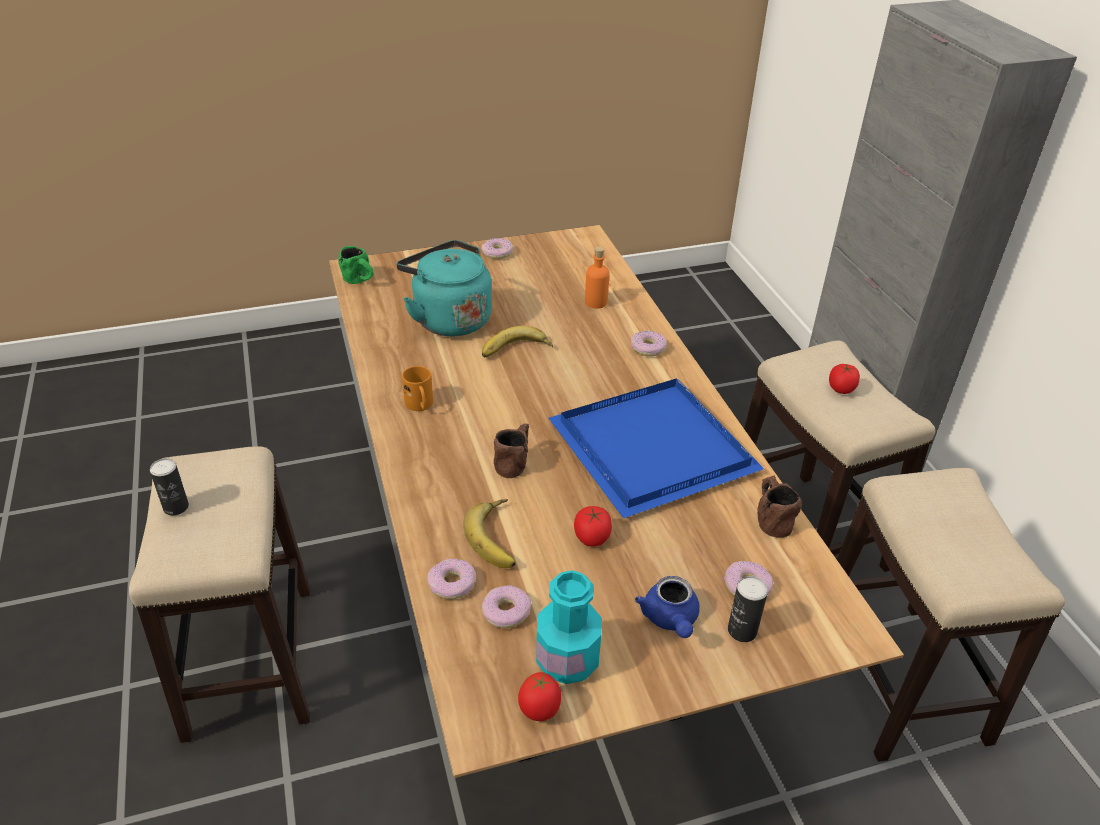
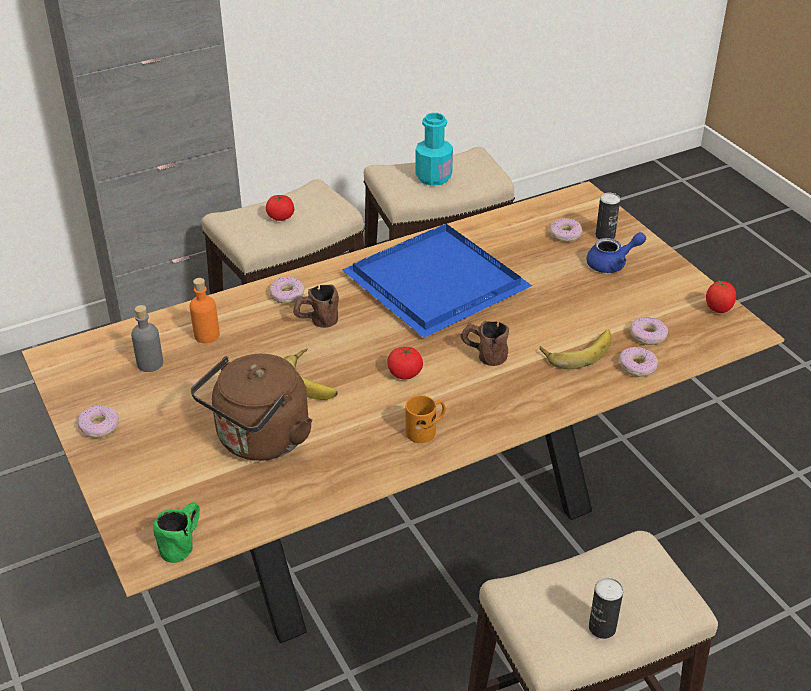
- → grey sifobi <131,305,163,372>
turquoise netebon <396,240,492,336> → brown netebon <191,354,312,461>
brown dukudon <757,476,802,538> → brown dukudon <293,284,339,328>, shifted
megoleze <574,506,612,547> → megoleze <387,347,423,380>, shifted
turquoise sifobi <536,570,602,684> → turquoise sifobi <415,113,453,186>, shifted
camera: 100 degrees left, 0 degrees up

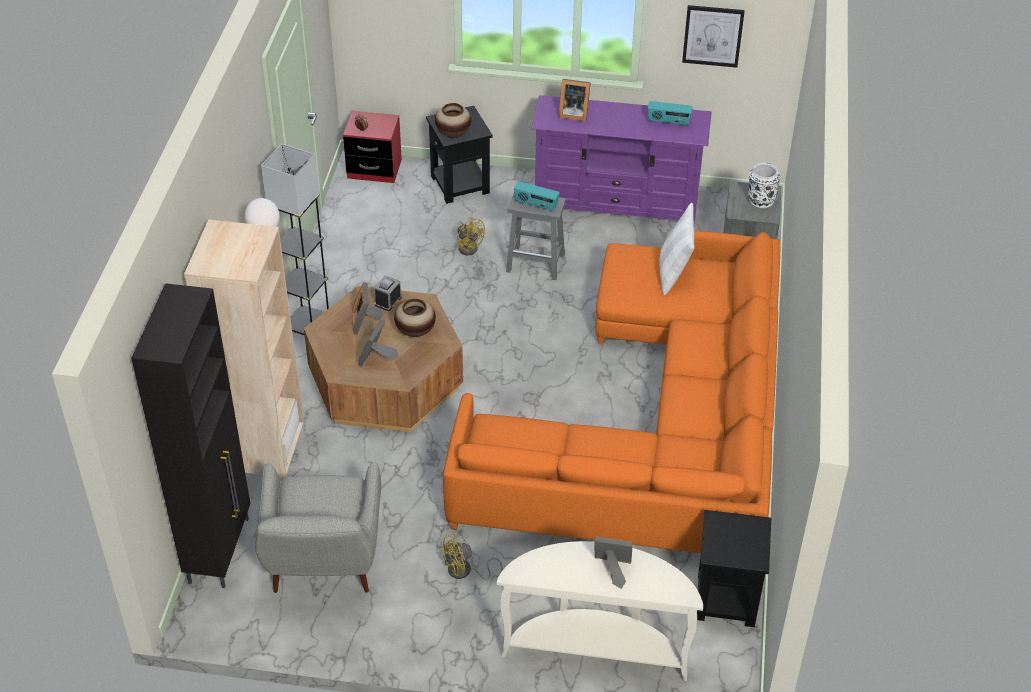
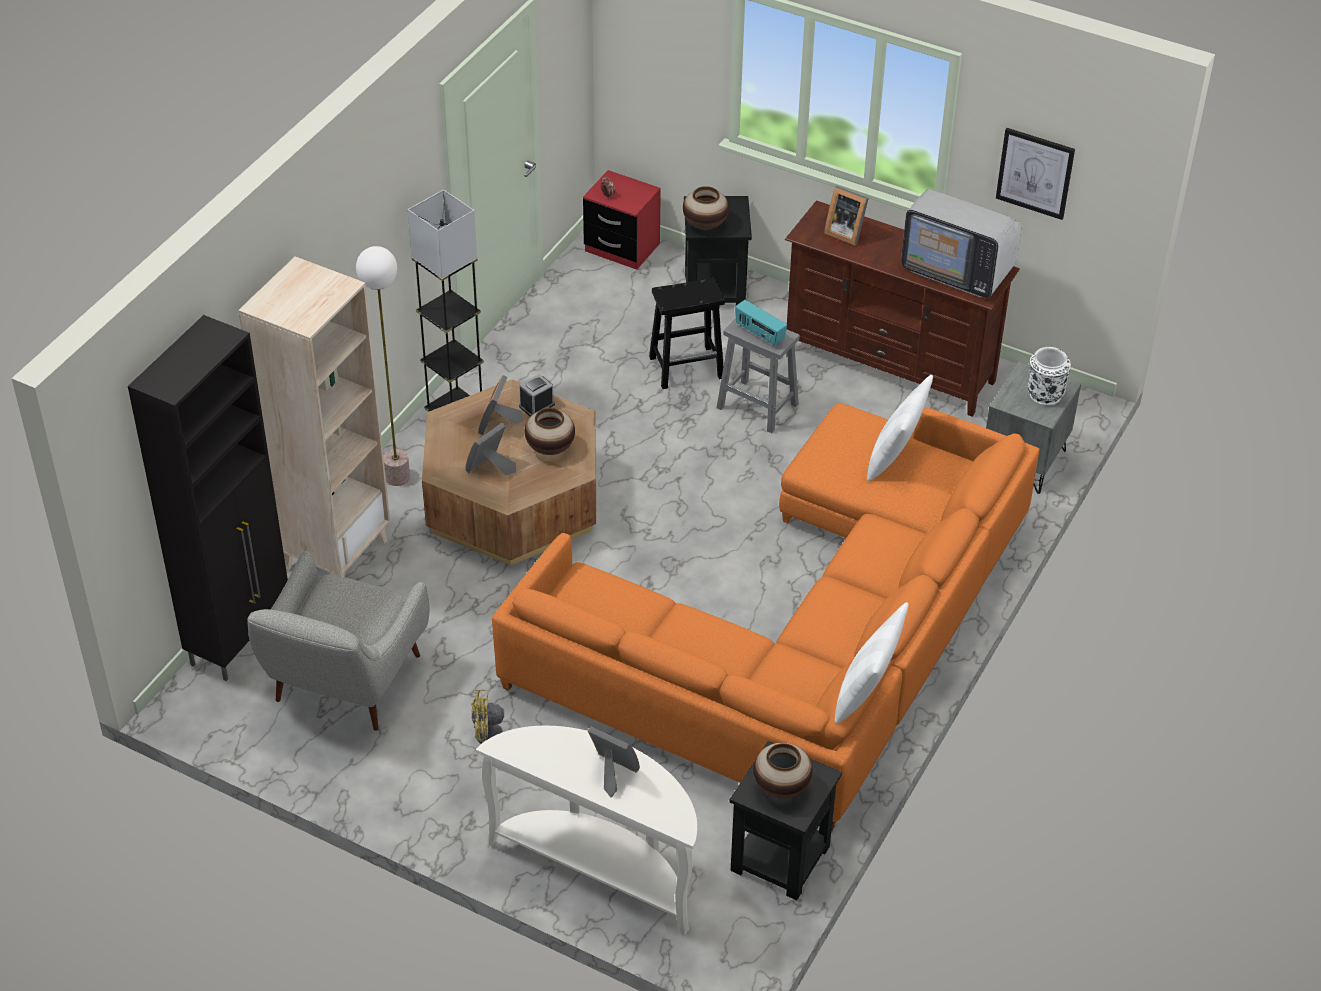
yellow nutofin <456,217,485,255> → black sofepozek <649,278,725,389>
- → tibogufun <753,743,813,799>
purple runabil <531,95,711,224> → brown runabil <785,200,1020,417>
- → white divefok <835,602,909,724>
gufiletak <648,101,693,126> → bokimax <901,189,1022,298>
camera: 20 degrees right, 0 degrees up

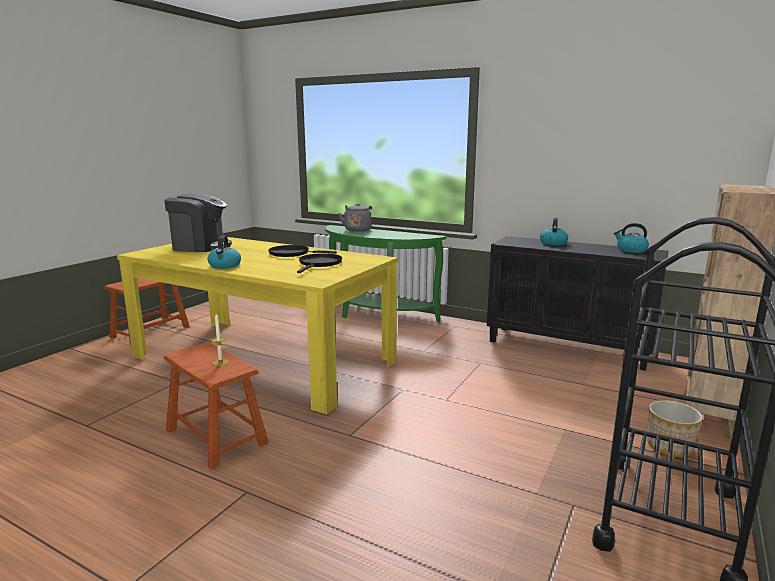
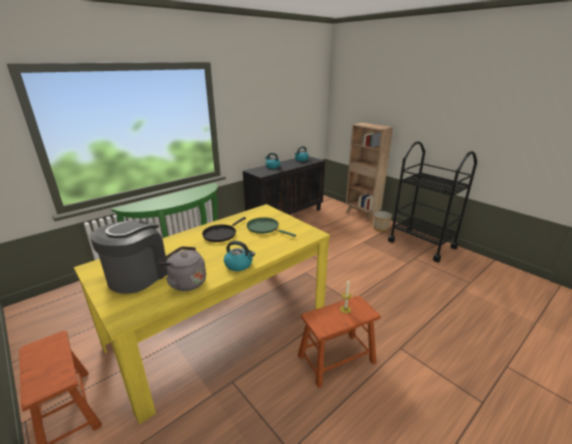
grey netebon <338,204,372,232> → grey netebon <157,247,206,291>, shifted
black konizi <297,253,342,273> → green konizi <247,217,296,237>
camera: 70 degrees left, 10 degrees up

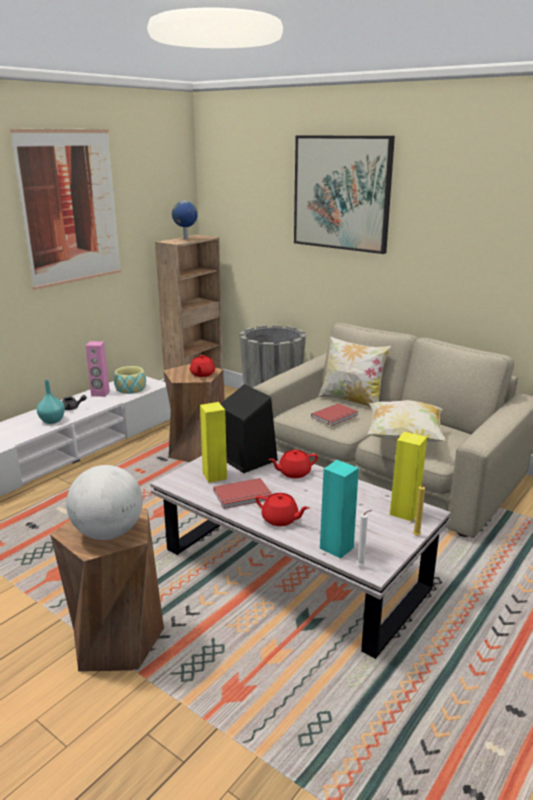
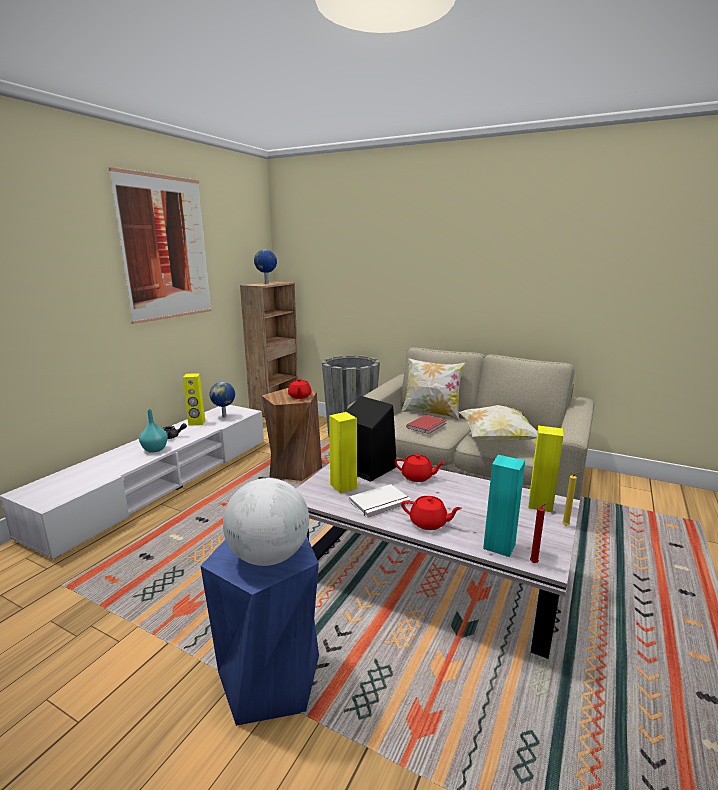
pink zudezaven <85,341,110,397> → yellow zudezaven <183,373,205,426>
brown sofepozek <50,508,164,672> → blue sofepozek <201,535,319,726>
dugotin <114,366,146,394> → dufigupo <210,382,235,418>
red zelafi <213,478,272,509> → white zelafi <349,484,411,518>
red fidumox <269,450,318,478> → red fidumox <394,454,444,482>, 135 degrees counterclockwise
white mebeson <357,510,372,566> → red mebeson <530,502,549,563>
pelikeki <294,135,395,254> → -
camera: 10 degrees left, 5 degrees down

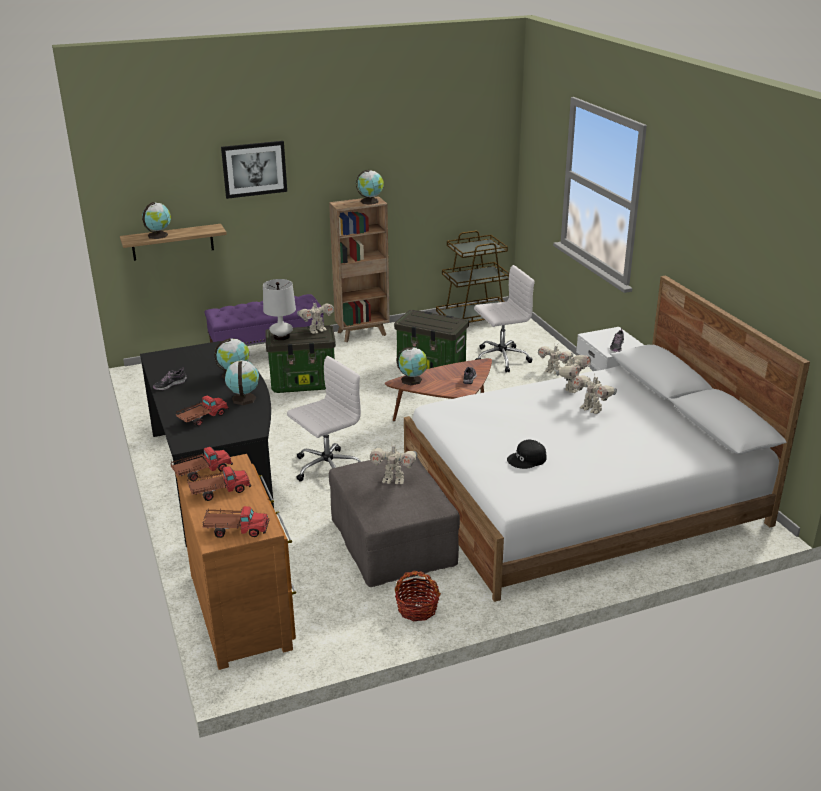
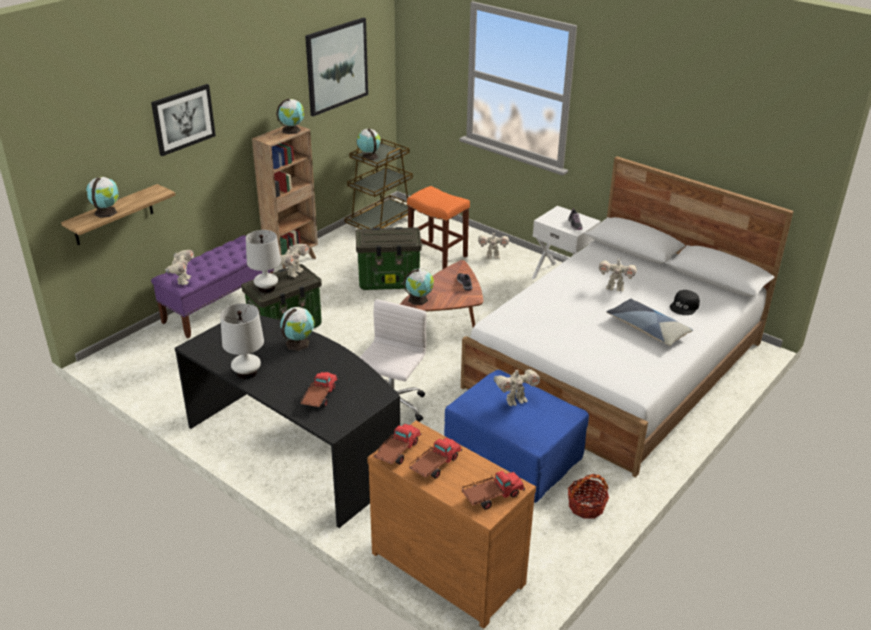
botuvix <555,353,591,393> → botuvix <165,250,194,285>, shifted
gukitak <153,368,187,390> → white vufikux <220,303,264,379>
- → pelikeki <305,18,368,117>
dufigupo <225,360,259,405> → dufigupo <357,129,381,160>, shifted
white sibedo <474,265,535,372> → orange sofepozek <407,186,470,269>
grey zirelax <329,457,460,587> → blue zirelax <444,370,589,503>
- → divefok <606,299,693,346>
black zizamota <507,440,547,469> → black zizamota <670,290,700,315>, shifted
camera: 30 degrees left, 5 degrees up

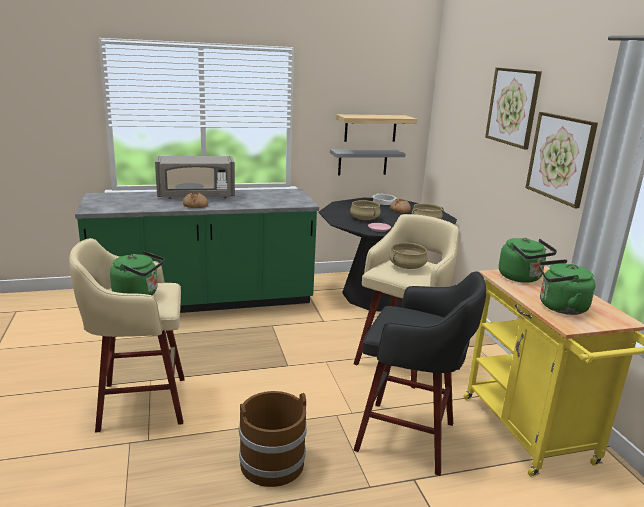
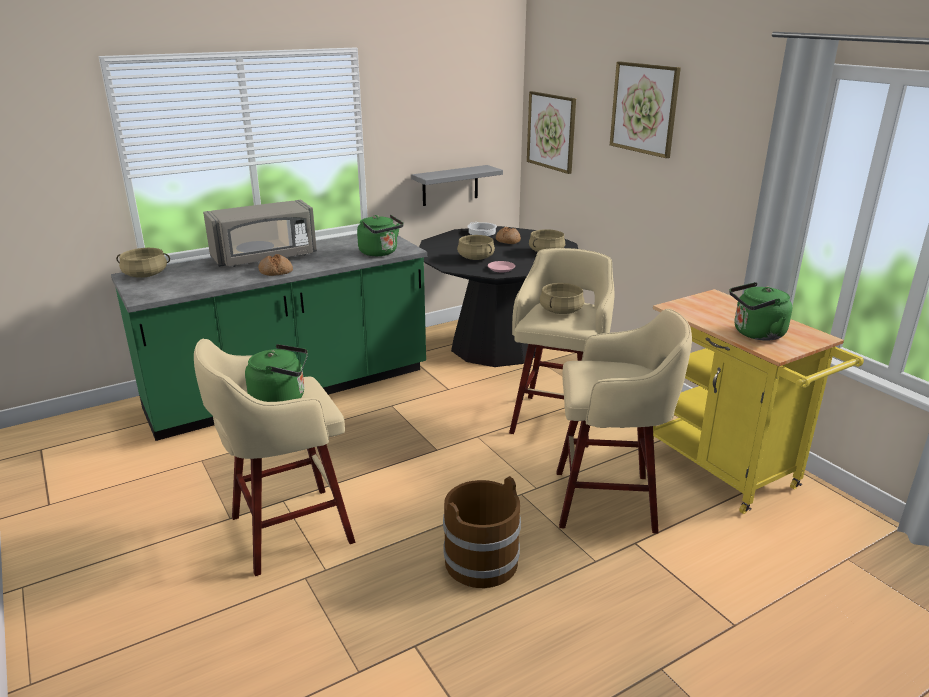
- → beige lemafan <116,248,170,278>
green netebon <499,238,557,283> → green netebon <357,215,404,256>, shifted
pelikeki <525,112,598,208> → pelikeki <527,91,576,174>, shifted
black sofepozek <354,271,486,476> → beige sofepozek <556,309,692,534>
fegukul <336,114,417,142> → -
camera: 15 degrees left, 5 degrees up

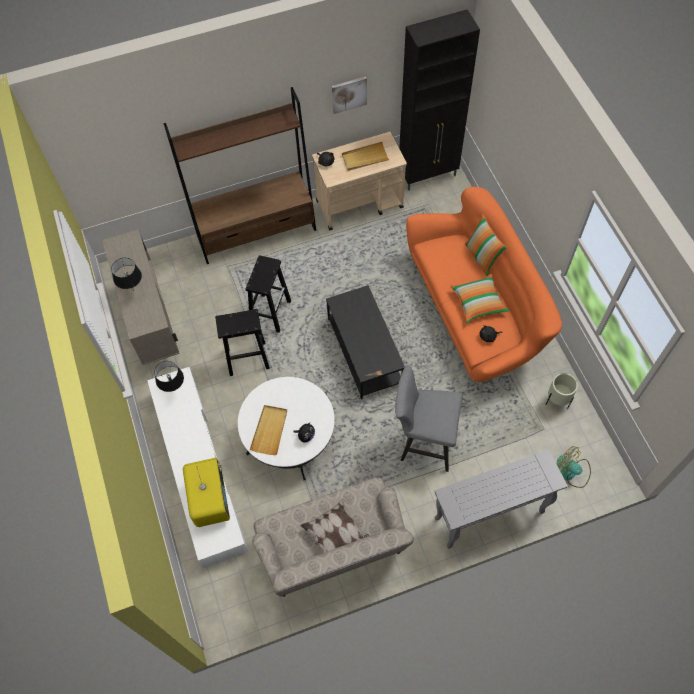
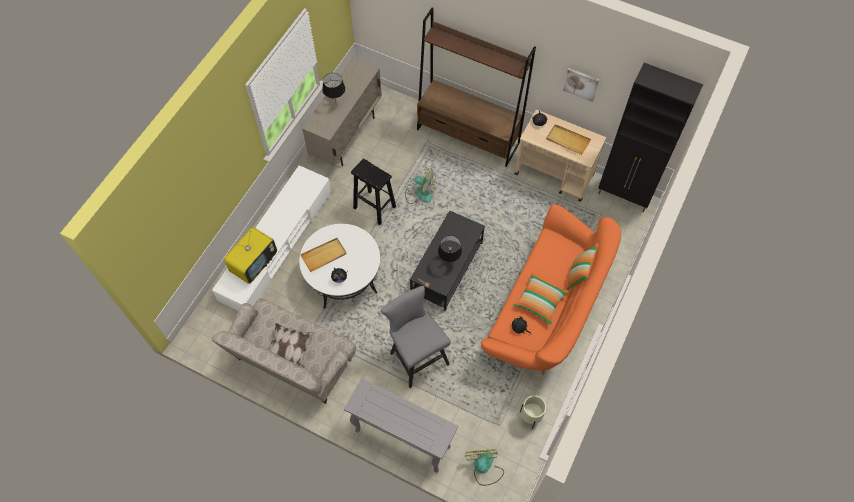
black sofepozek <245,255,291,333> → nutofin <405,168,435,204>
black vufikux <154,361,184,392> → black vufikux <438,235,462,262>, shifted
camera: 45 degrees right, 0 degrees up

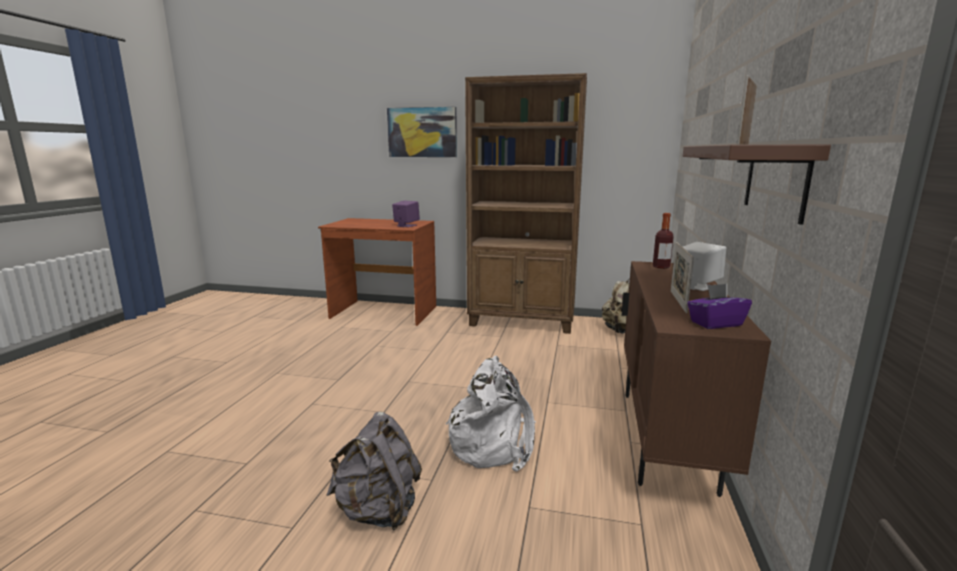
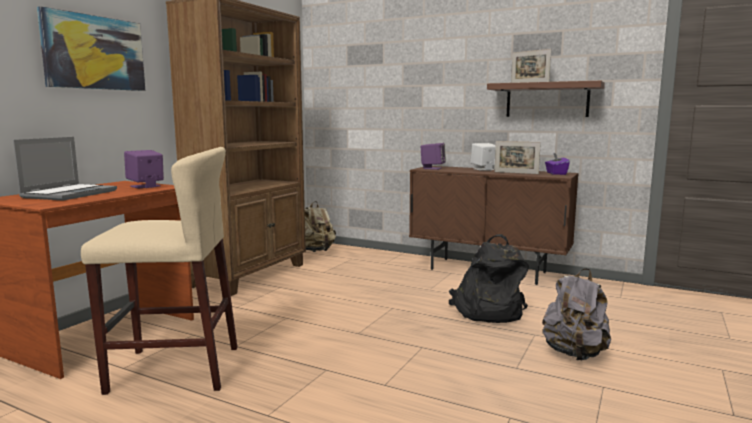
- → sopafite <13,137,117,201>
- → beige sofepozek <81,147,238,395>
sifobi <653,213,674,269> → purple zudezaven <421,143,446,170>
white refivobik <446,356,536,472> → black refivobik <449,234,529,323>
camera: 75 degrees left, 5 degrees down

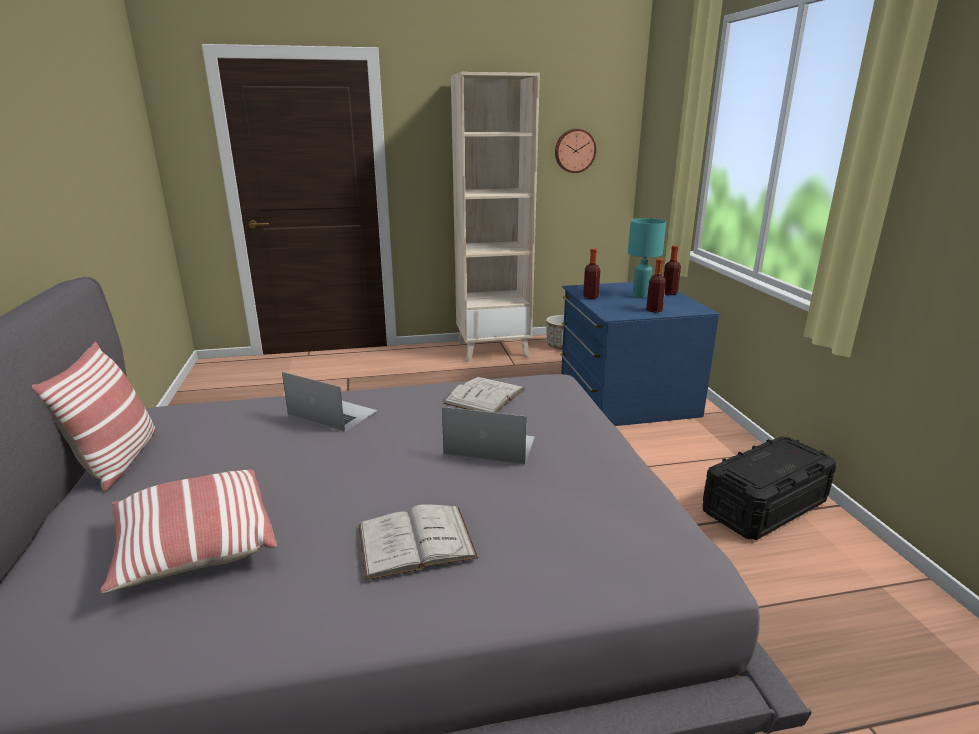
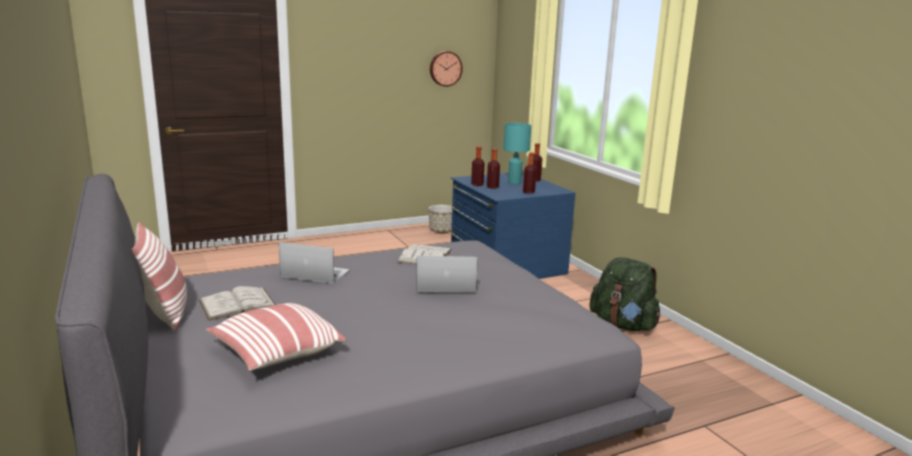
white zelafi <358,505,478,580> → white zelafi <199,286,276,321>, shifted
- → sifobi <487,148,500,189>
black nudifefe <703,436,836,540> → green refivobik <589,257,660,331>
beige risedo <451,72,540,361> → -
camera: 15 degrees left, 5 degrees down

